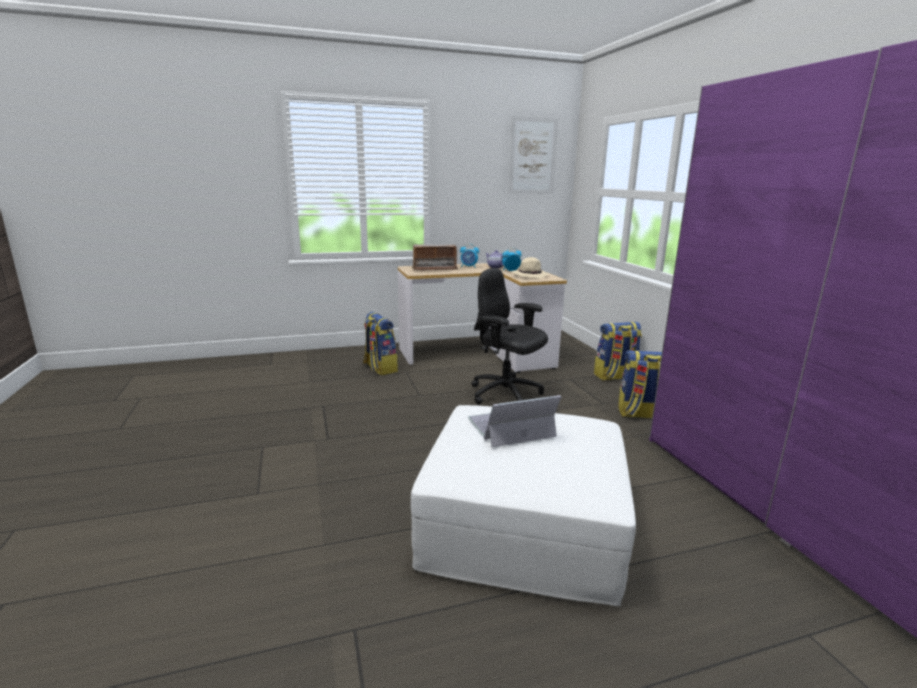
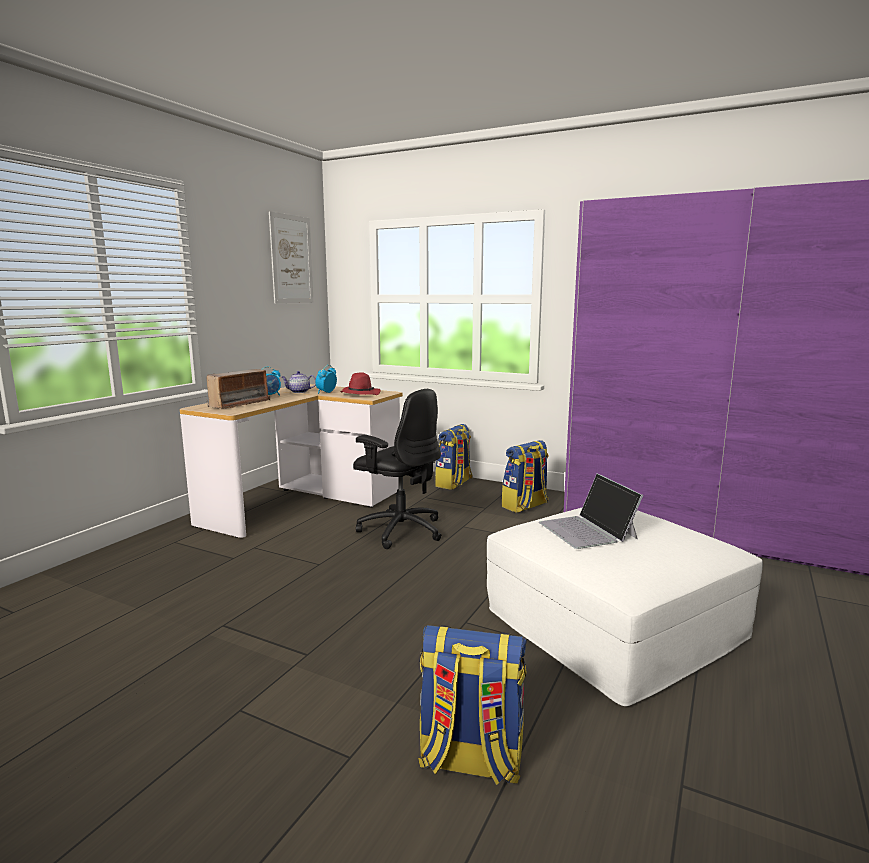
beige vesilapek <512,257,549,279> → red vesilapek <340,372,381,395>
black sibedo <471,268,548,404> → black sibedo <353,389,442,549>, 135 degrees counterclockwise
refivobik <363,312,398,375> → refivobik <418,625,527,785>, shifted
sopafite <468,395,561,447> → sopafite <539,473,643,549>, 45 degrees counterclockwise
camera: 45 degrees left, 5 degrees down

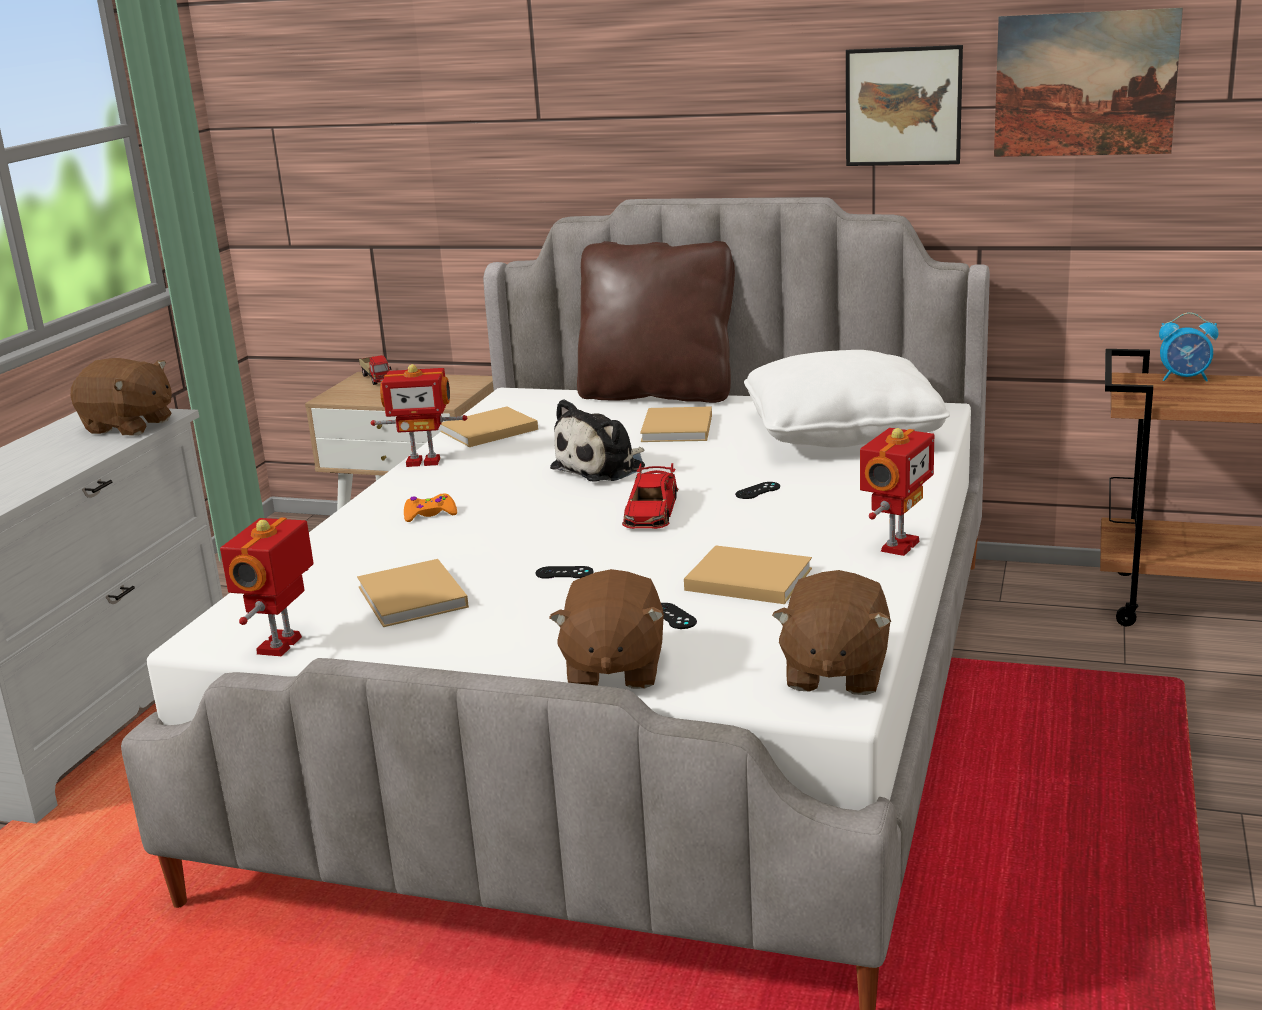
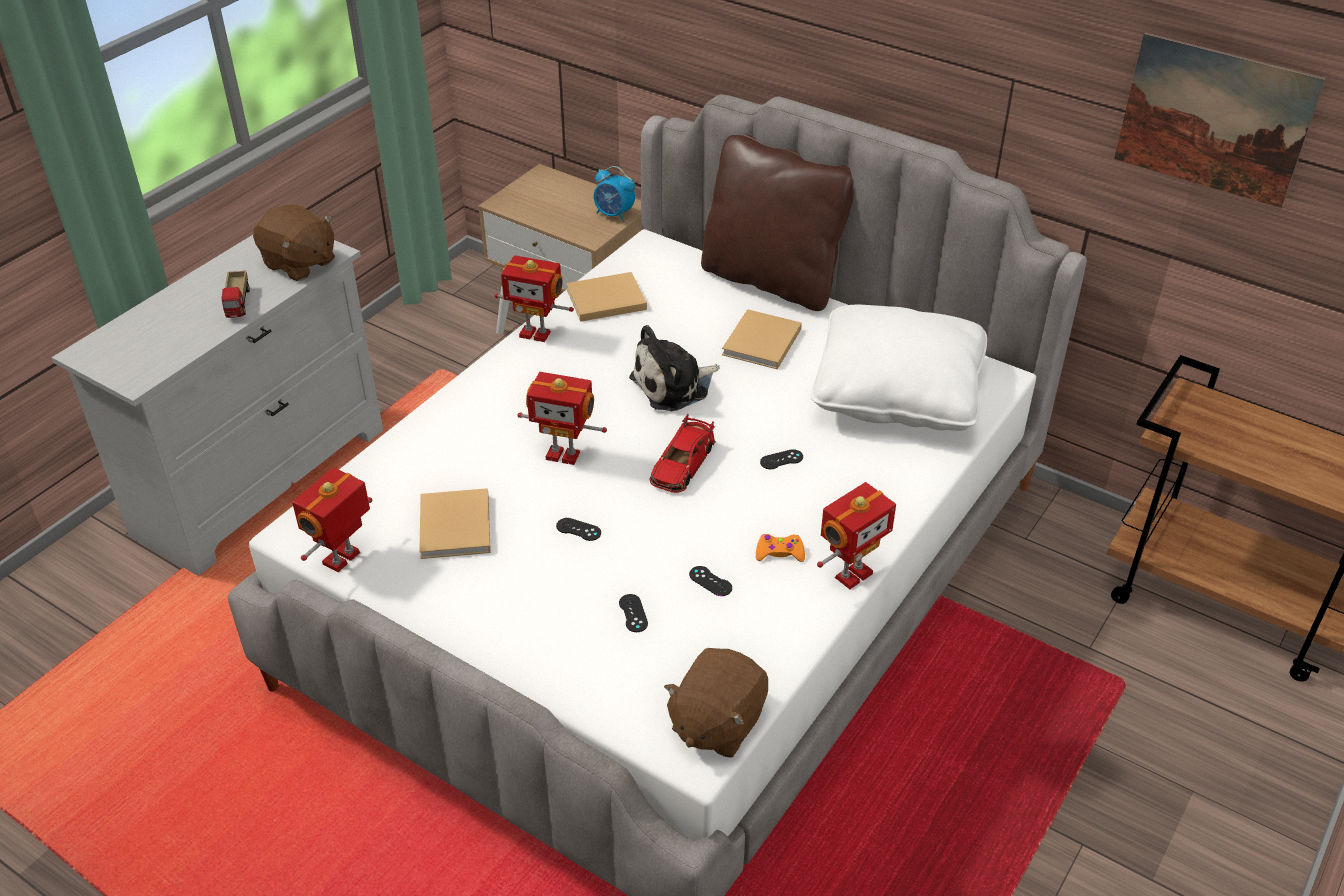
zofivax <359,355,392,385> → zofivax <222,271,249,318>, shifted
- → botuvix <518,372,607,465>
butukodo <1159,312,1219,382> → butukodo <594,166,635,222>, shifted
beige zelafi <684,545,812,604> → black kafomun <689,566,732,596>
orange kafomun <404,494,457,522> → orange kafomun <756,534,805,562>, shifted
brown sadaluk <549,569,664,689> → -
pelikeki <846,45,963,166> → -
camera: 15 degrees right, 20 degrees up

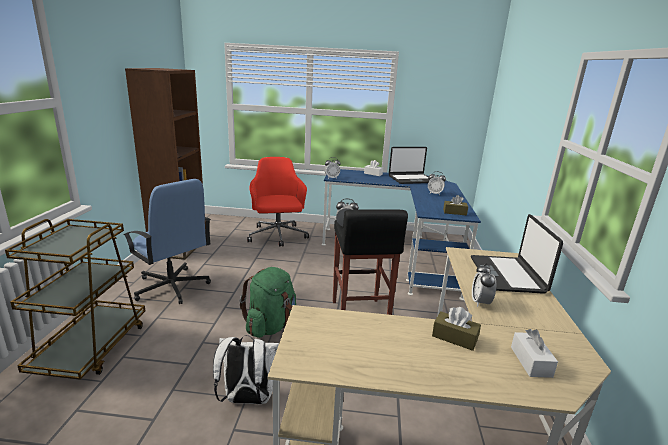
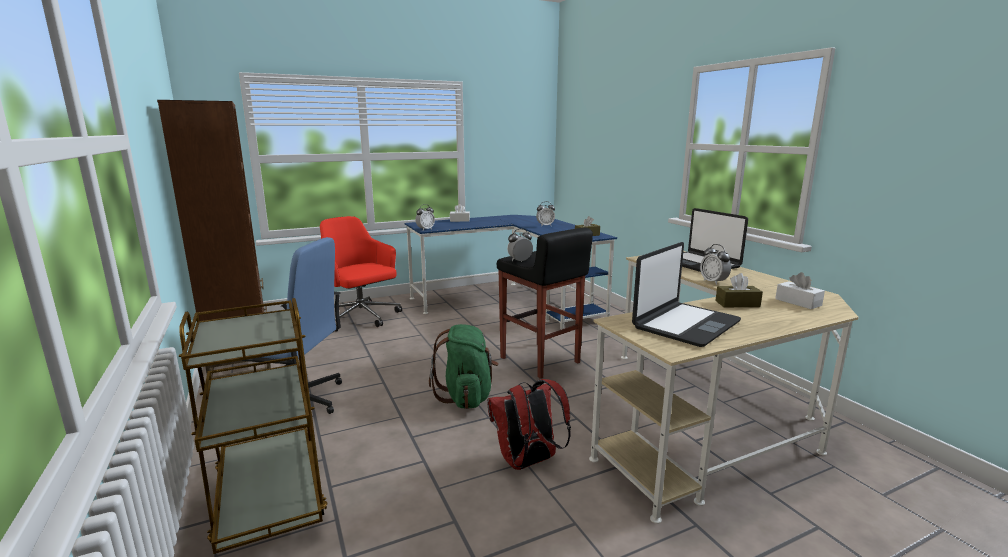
white refivobik <213,335,279,404> → red refivobik <487,379,571,470>
sopafite <389,147,430,184> → sopafite <632,242,741,347>, shifted
camera: 30 degrees left, 5 degrees down

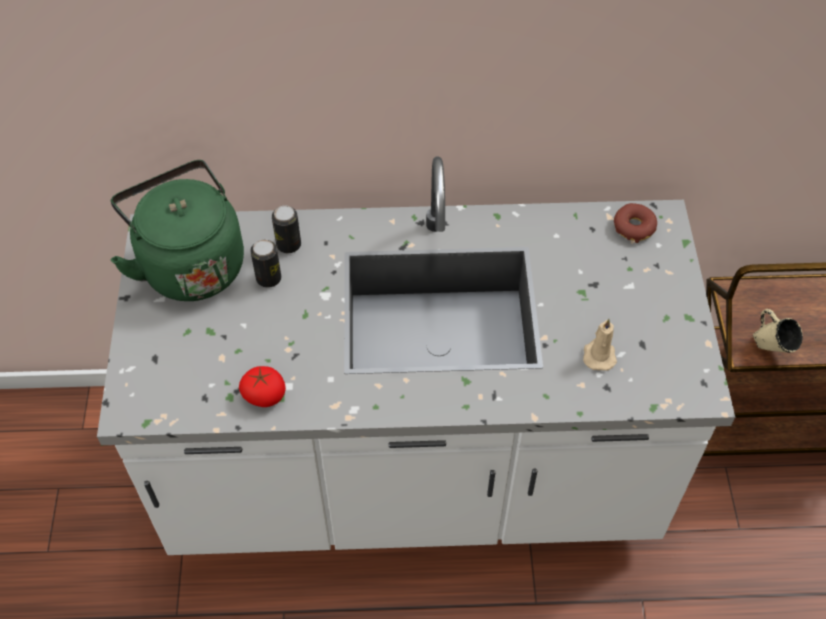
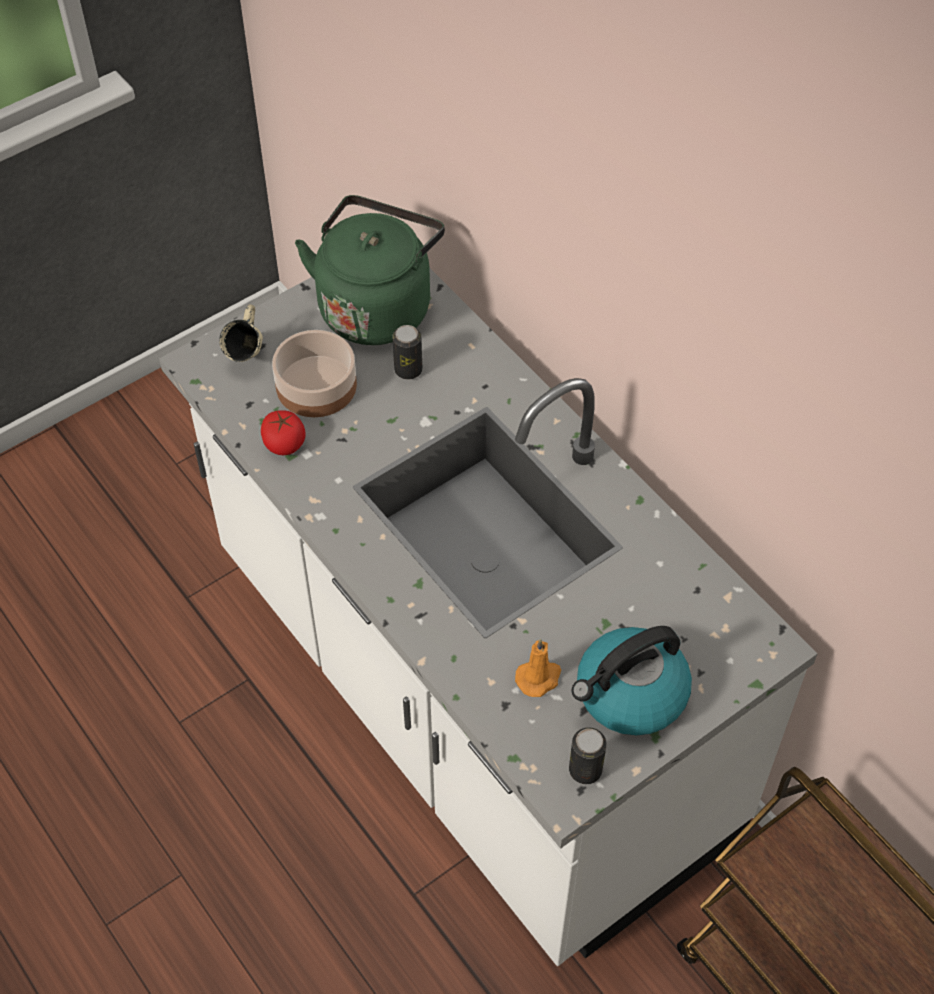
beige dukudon <753,309,803,353> → beige dukudon <219,304,263,362>, shifted
- → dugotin <272,330,357,417>
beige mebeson <583,319,617,371> → orange mebeson <515,639,561,697>
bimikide <272,205,301,253> → bimikide <569,727,607,784>, shifted
- → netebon <572,626,692,735>
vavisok <614,203,657,243> → -
camera: 55 degrees right, 0 degrees up

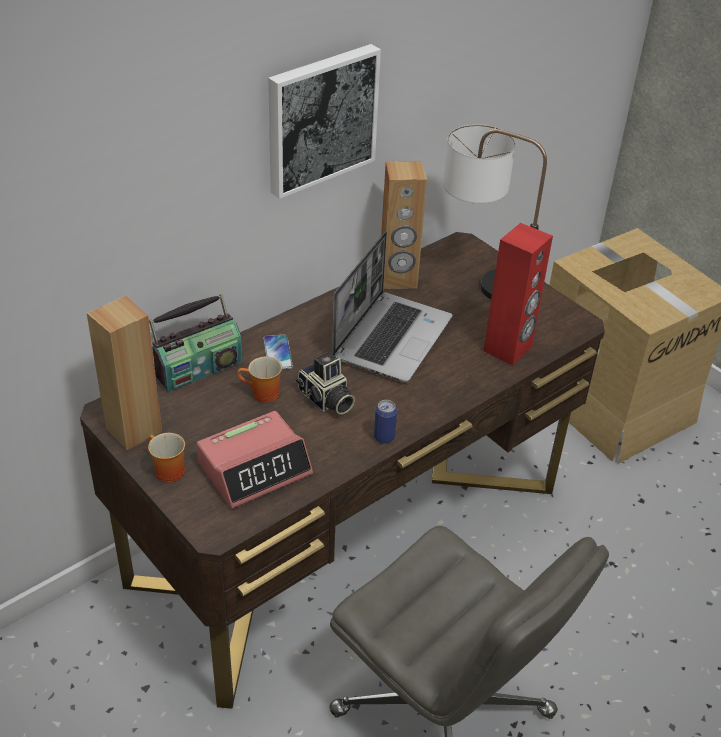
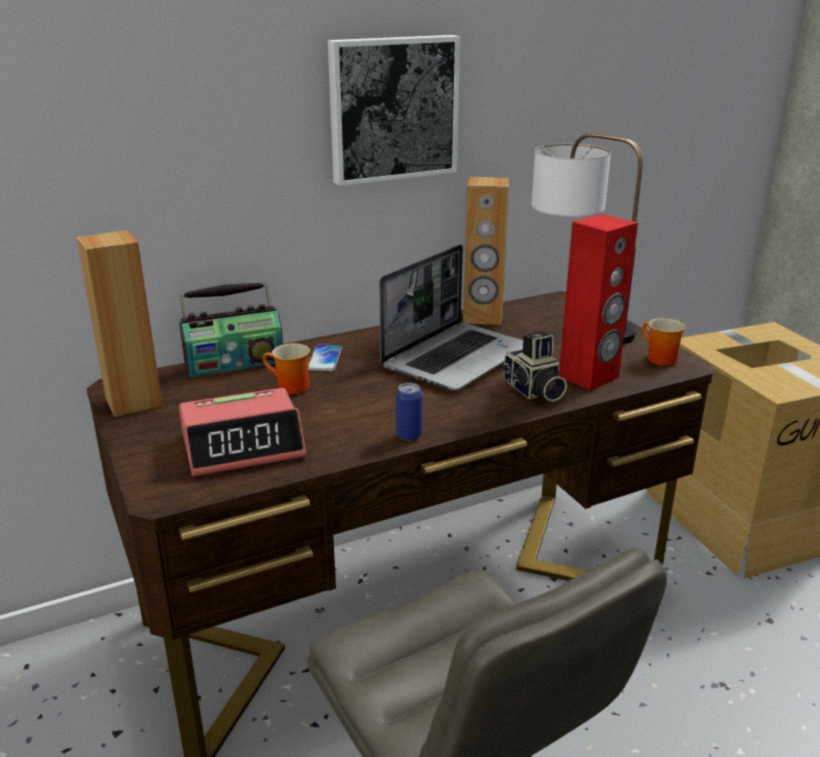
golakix <296,352,355,415> → golakix <501,331,567,402>, shifted
dukudon <148,433,185,483> → dukudon <642,318,686,366>, shifted
camera: 15 degrees right, 15 degrees down

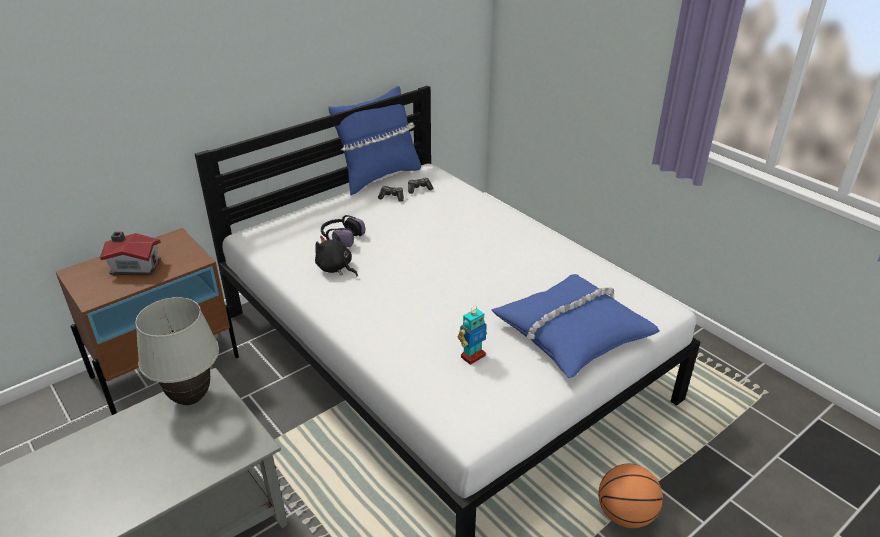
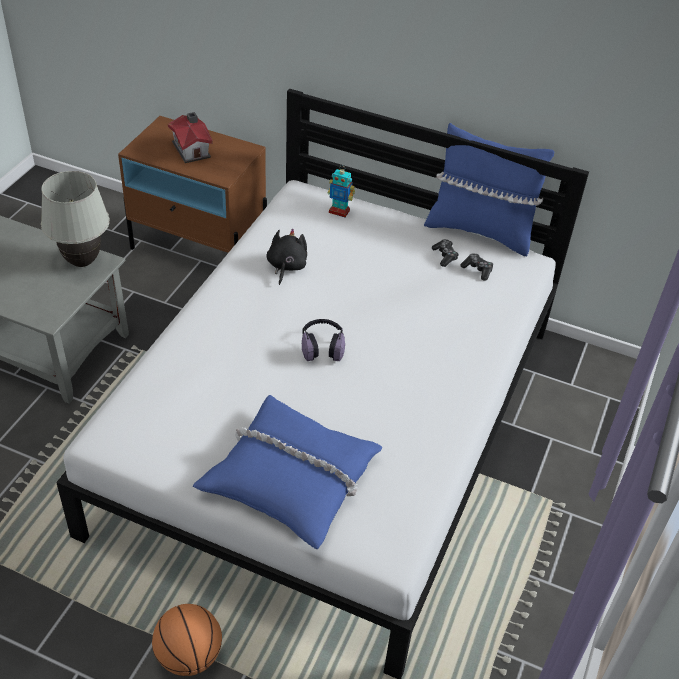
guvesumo <321,215,365,247> → guvesumo <302,319,345,361>, shifted
botuvix <458,305,487,365> → botuvix <328,169,355,217>, shifted
camera: 60 degrees right, 10 degrees up

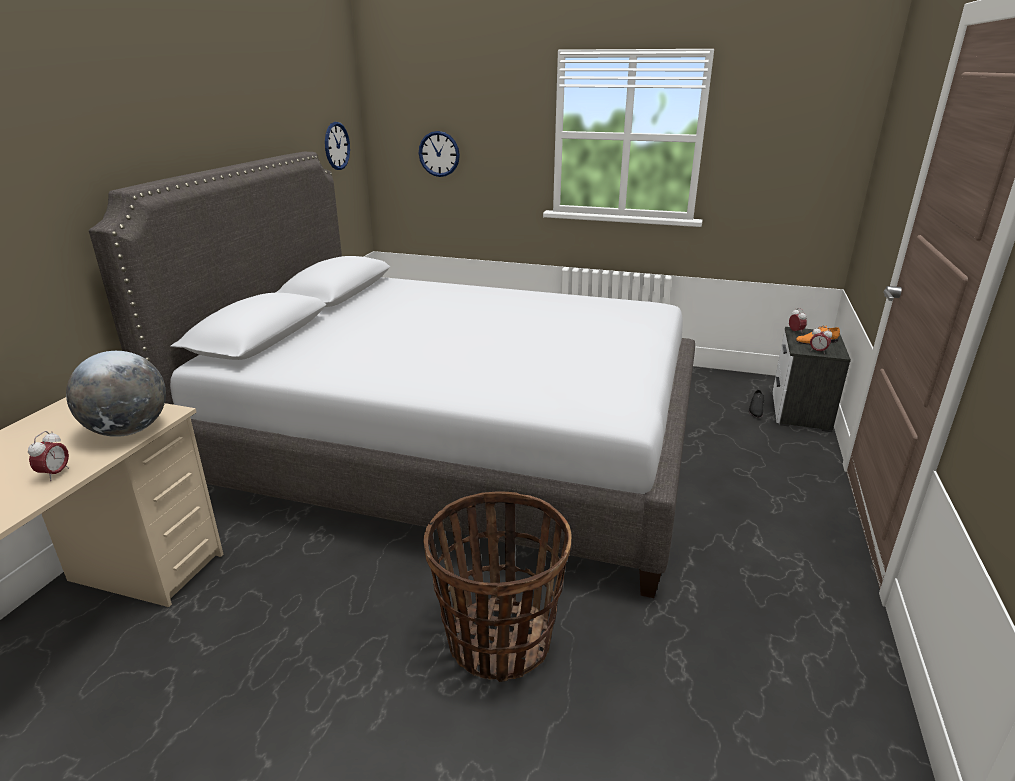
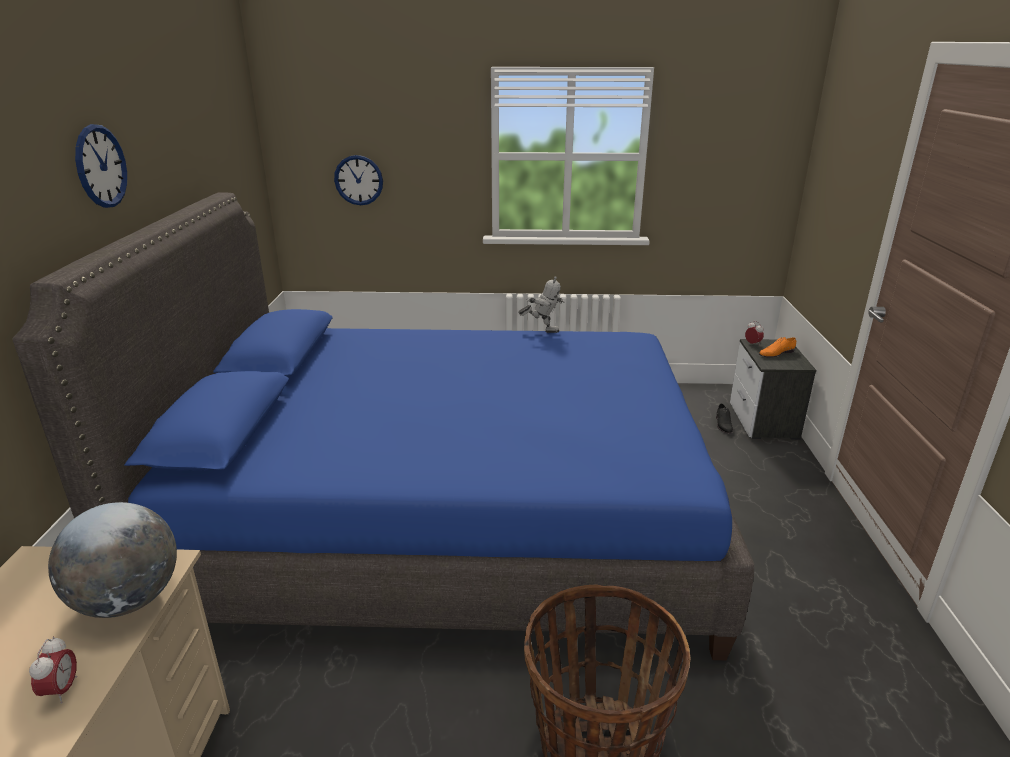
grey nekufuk <89,152,695,598> → blue nekufuk <13,193,754,660>
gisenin <325,122,350,170> → gisenin <75,124,127,208>, shifted
- → botuvix <518,276,565,333>
butukodo <810,326,832,354> → -
camera: 15 degrees left, 0 degrees up

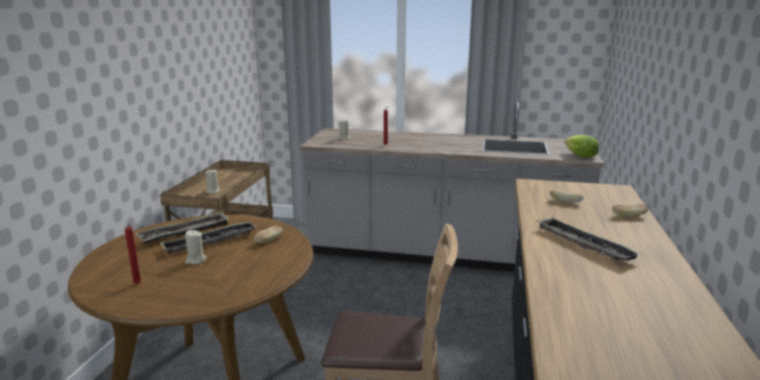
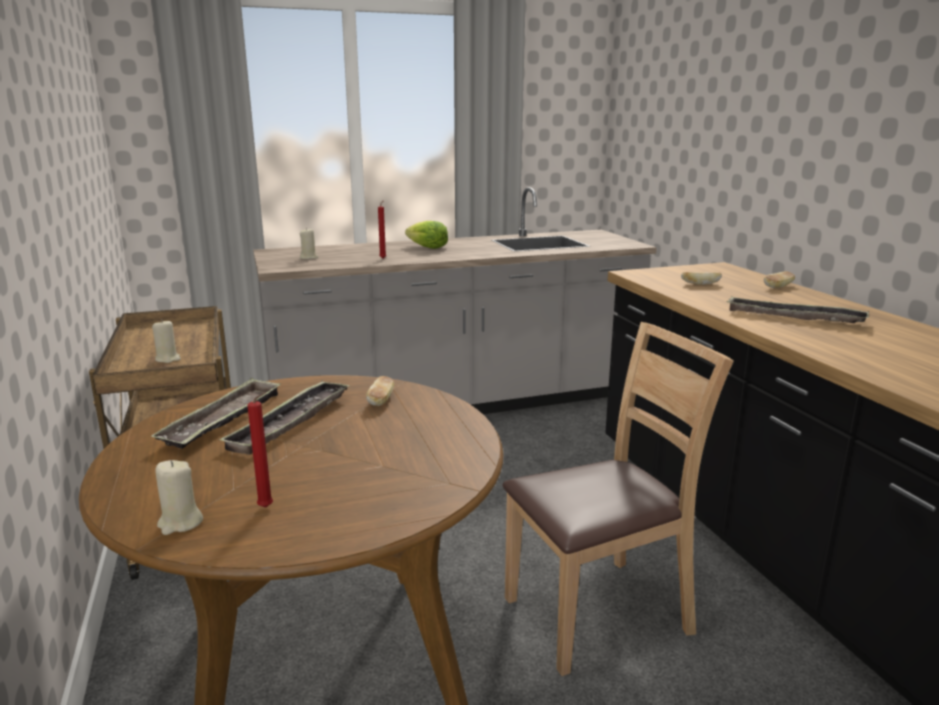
beige mebeson <185,230,206,264> → beige mebeson <155,460,203,535>, shifted
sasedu <564,135,599,158> → sasedu <405,221,448,249>, shifted
camera: 30 degrees left, 0 degrees up

